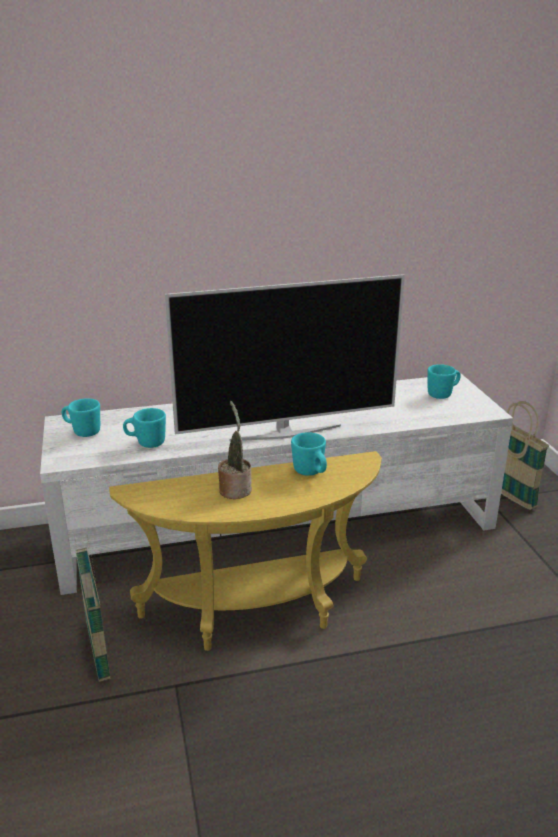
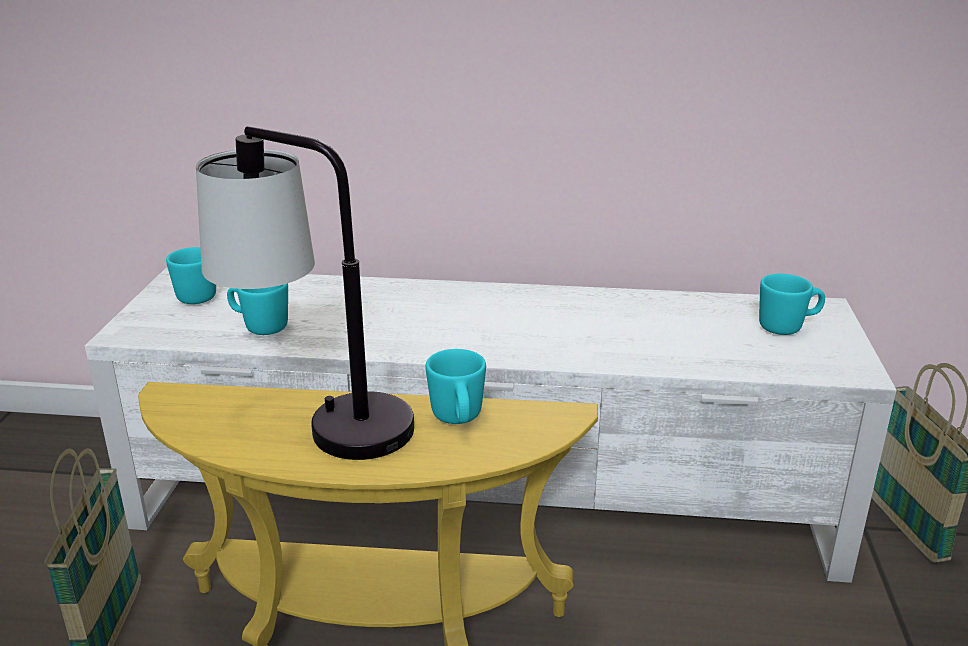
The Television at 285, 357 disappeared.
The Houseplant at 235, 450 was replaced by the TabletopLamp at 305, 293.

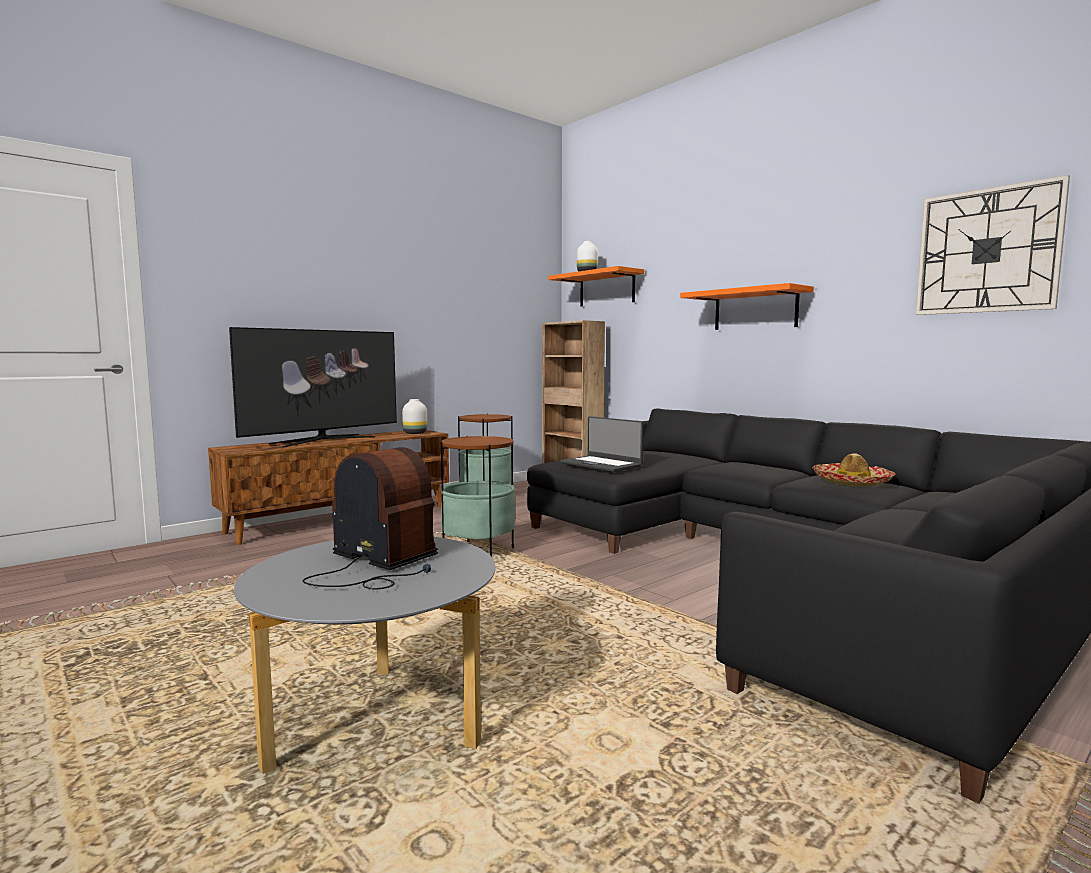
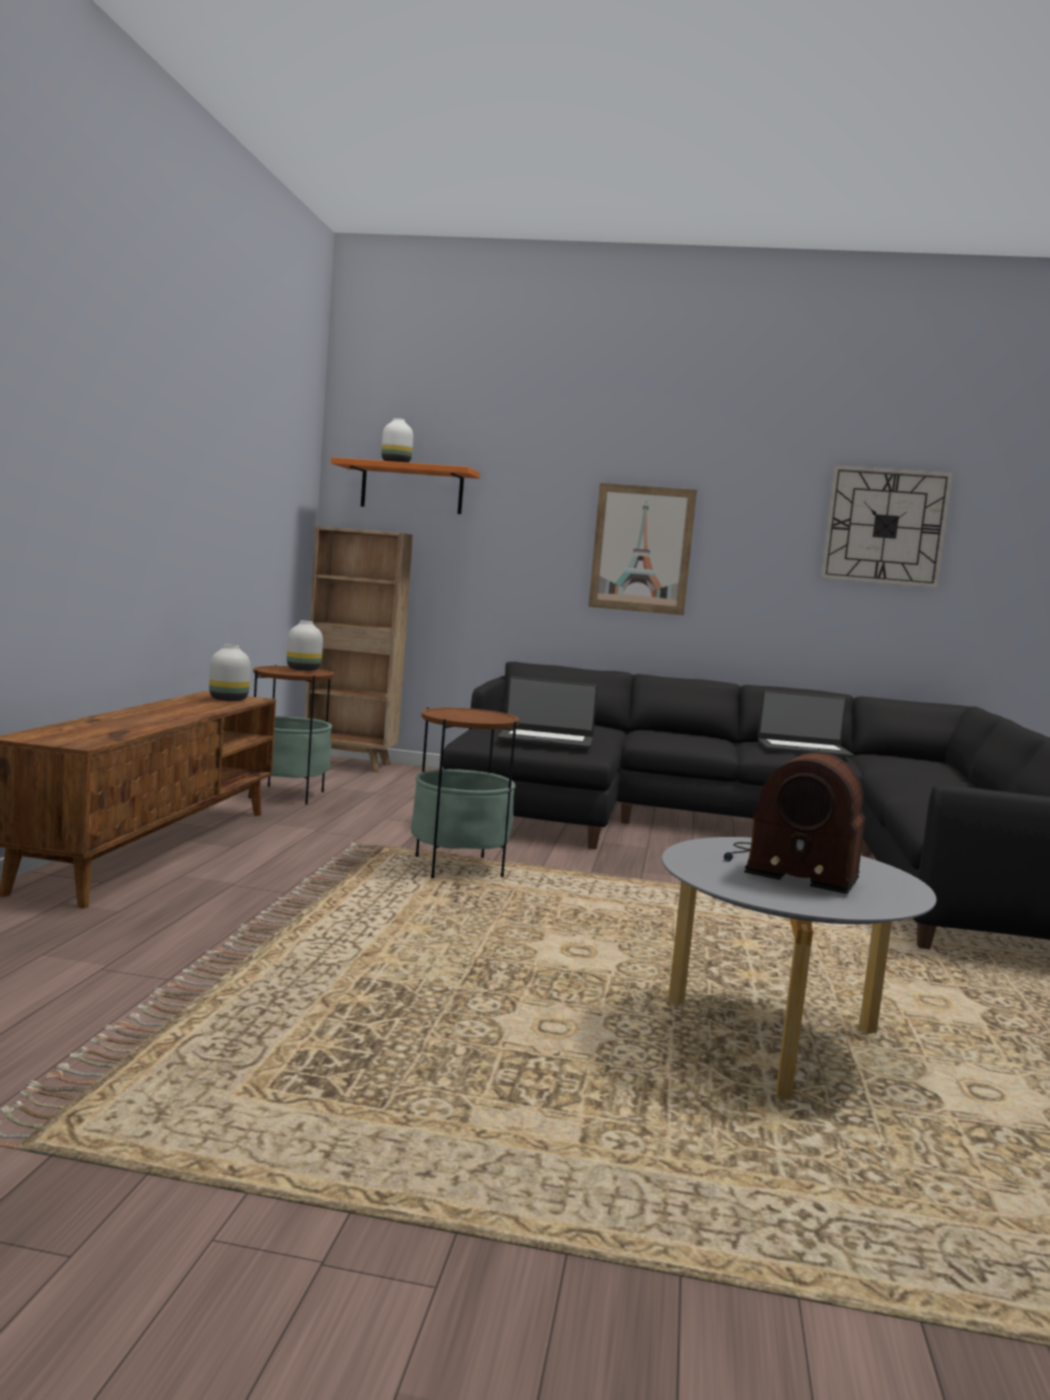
The Television at 313, 387 disappeared.
The WhiteColouredDecorativeVase at 305, 646 appeared.
The OrangeColouredShelf at 747, 306 was replaced by the WallPicture at 642, 549.
The Hat at 854, 470 was replaced by the PortableComputer at 806, 724.
The Radio at 370, 518 turned 150 degrees counterclockwise.

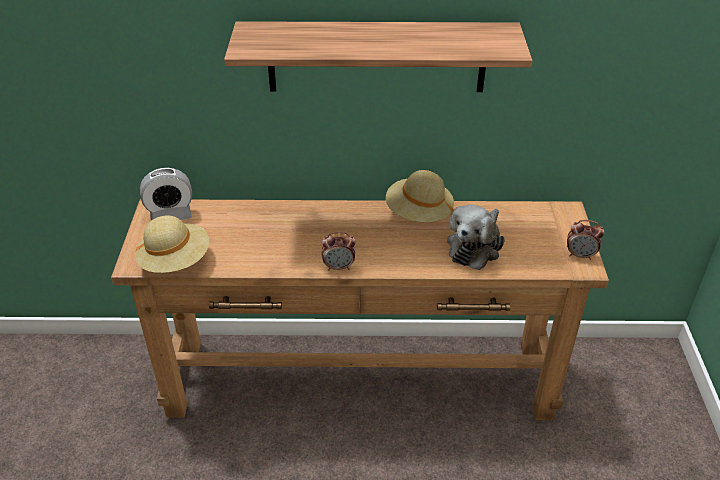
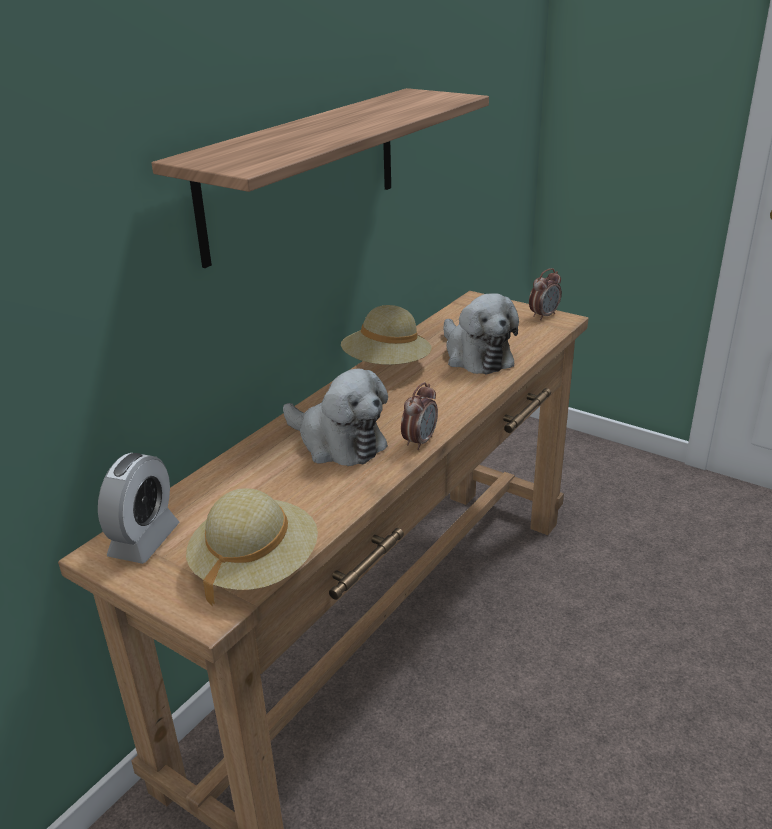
The SoftToy at 335, 417 appeared.

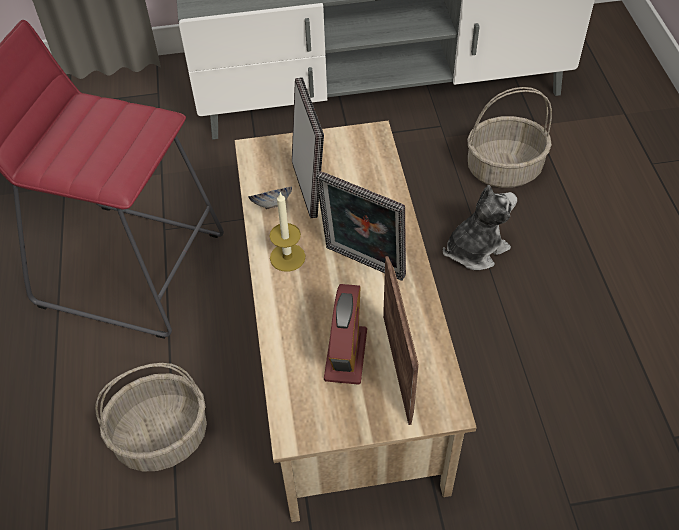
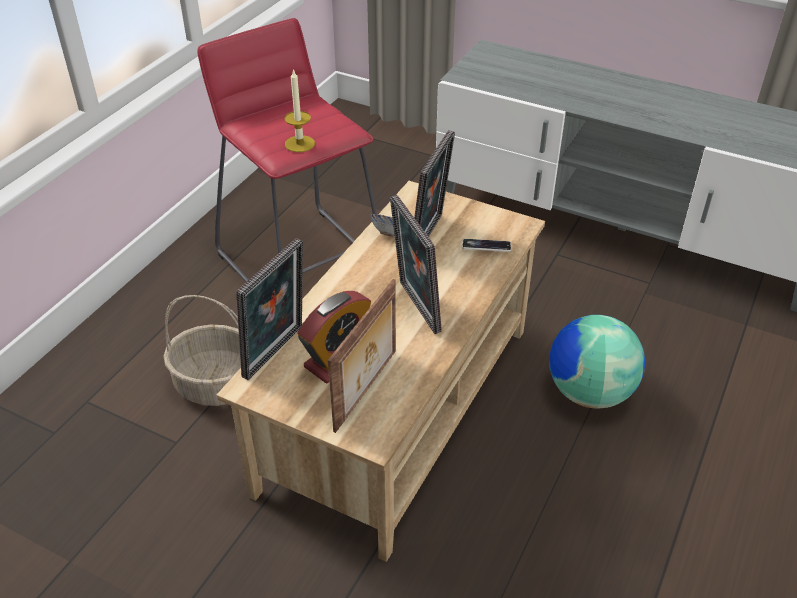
The HouseholdBasket at 509, 137 disappeared.
The PictureFrame at 269, 309 appeared.
The Phone at 486, 245 appeared.
The WaxLight moved from 287, 232 to 299, 110.
The SoftToy at 480, 227 was replaced by the Globe at 597, 361.

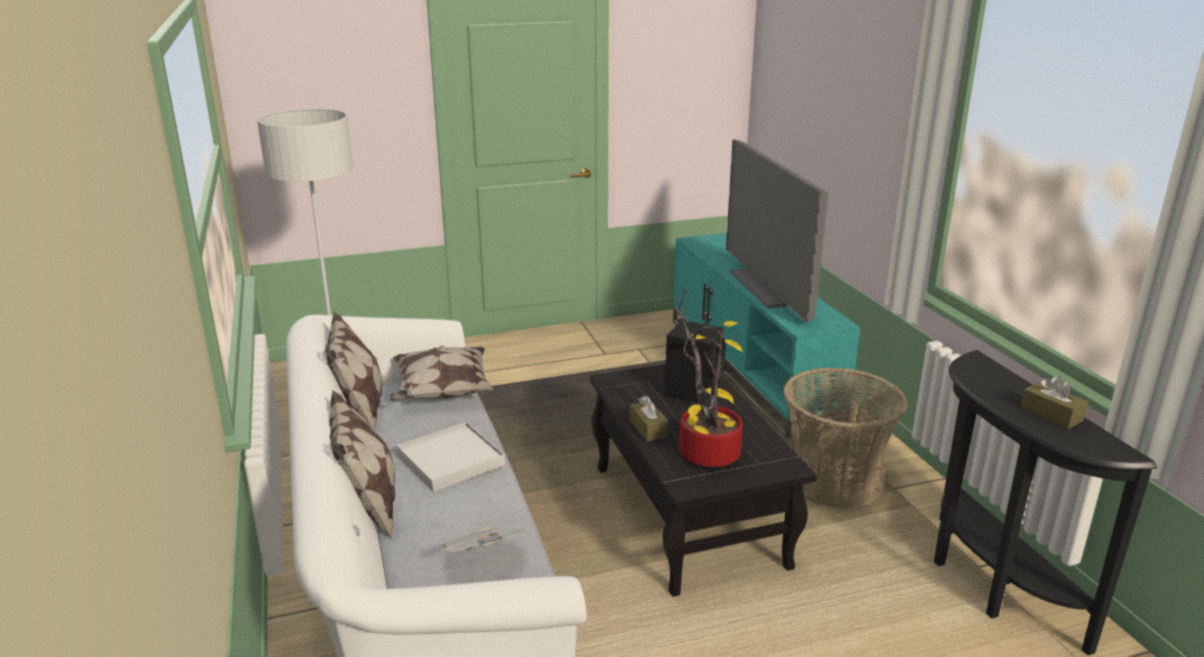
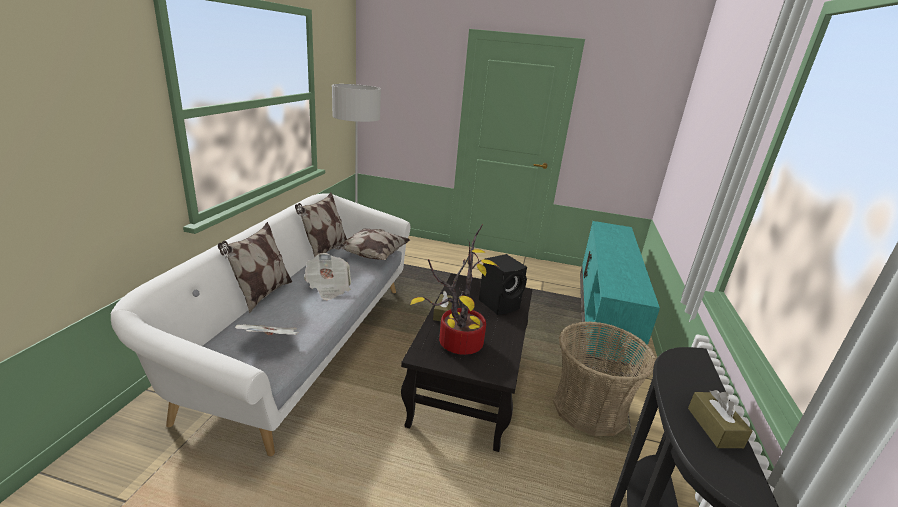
The Television at 777, 230 disappeared.
The WhiteColouredCarryingTray at 451, 457 was replaced by the Newspaper at 327, 276.

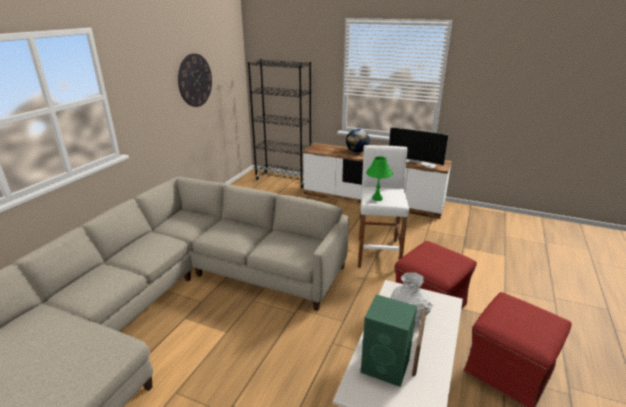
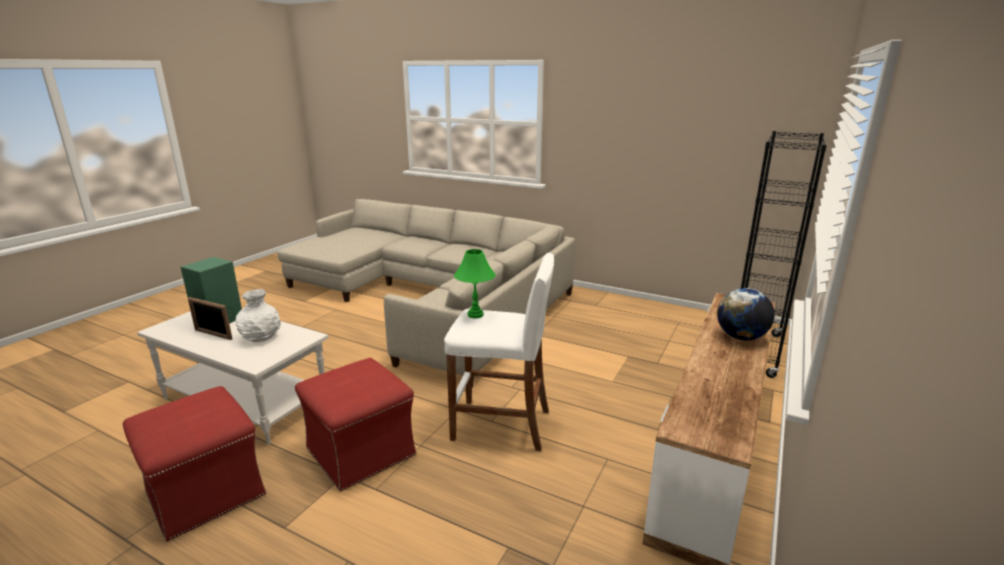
The WallClock at 195, 80 disappeared.
The Television at 419, 148 disappeared.

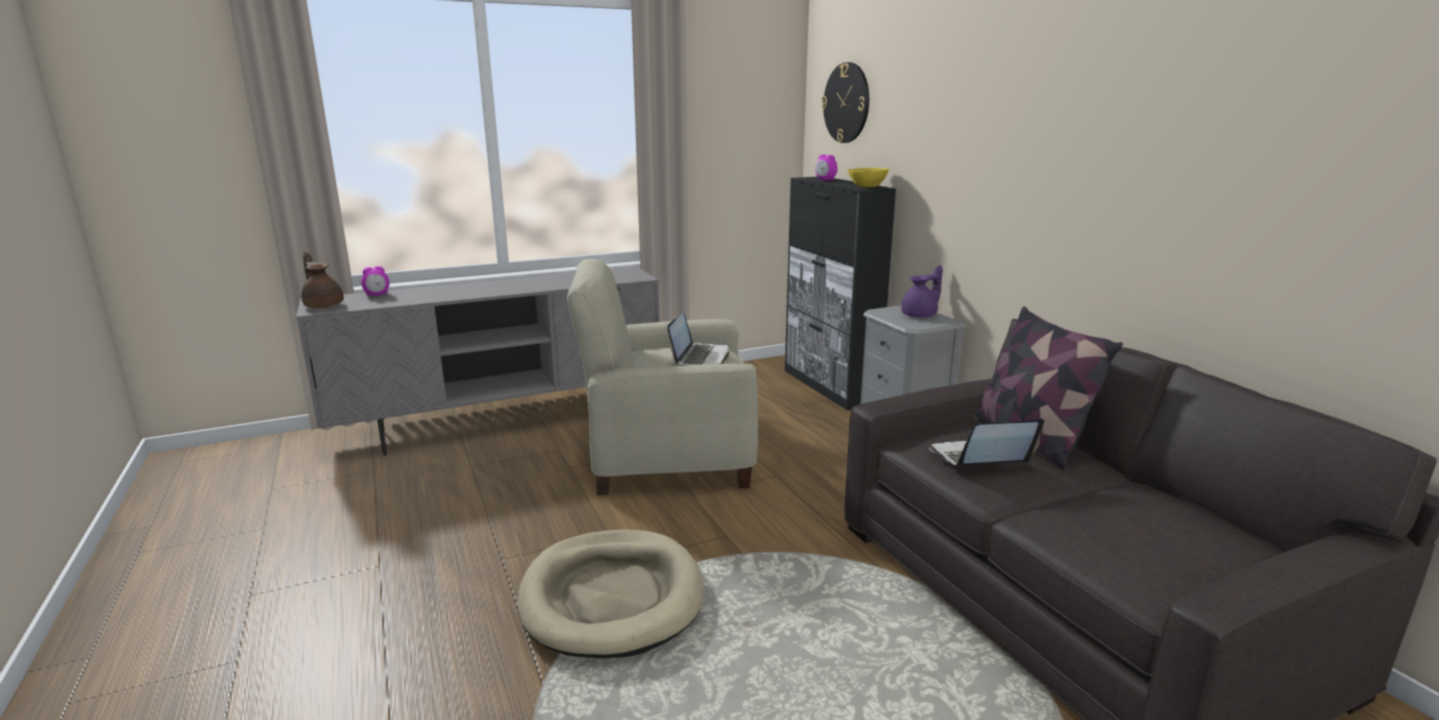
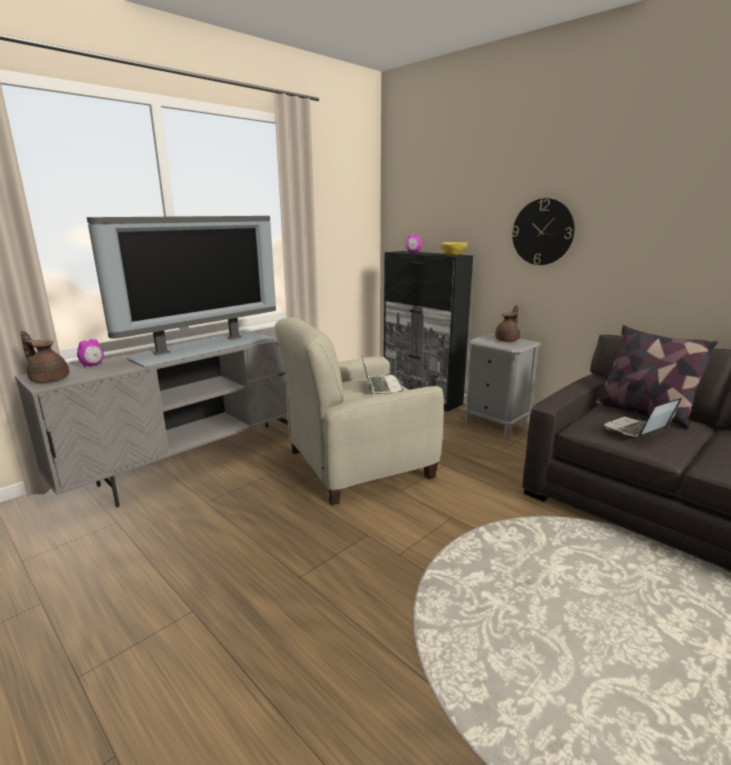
The BeigePetBed at 610, 593 disappeared.
The Television at 181, 292 appeared.
The WallClock moved from 845, 102 to 543, 231.
The PurpleColouredTeaPot at 922, 291 became the BrownTeaPot at 507, 323.

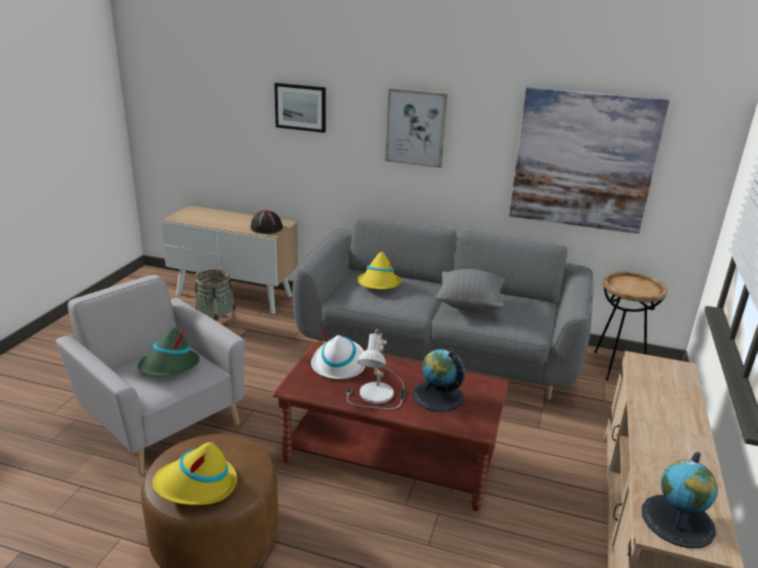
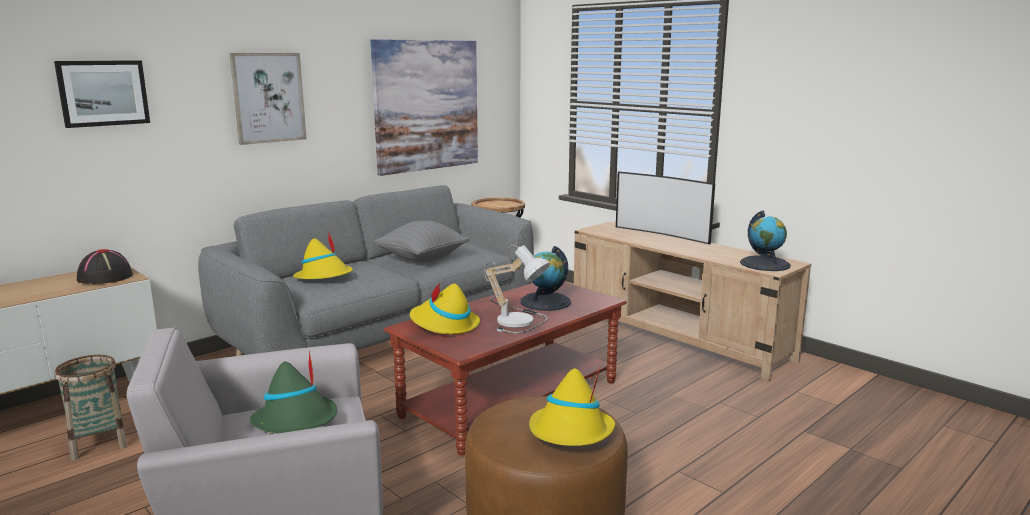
The Television at 665, 207 appeared.
The WhiteColouredHat at 338, 354 became the YellowishHat at 445, 308.

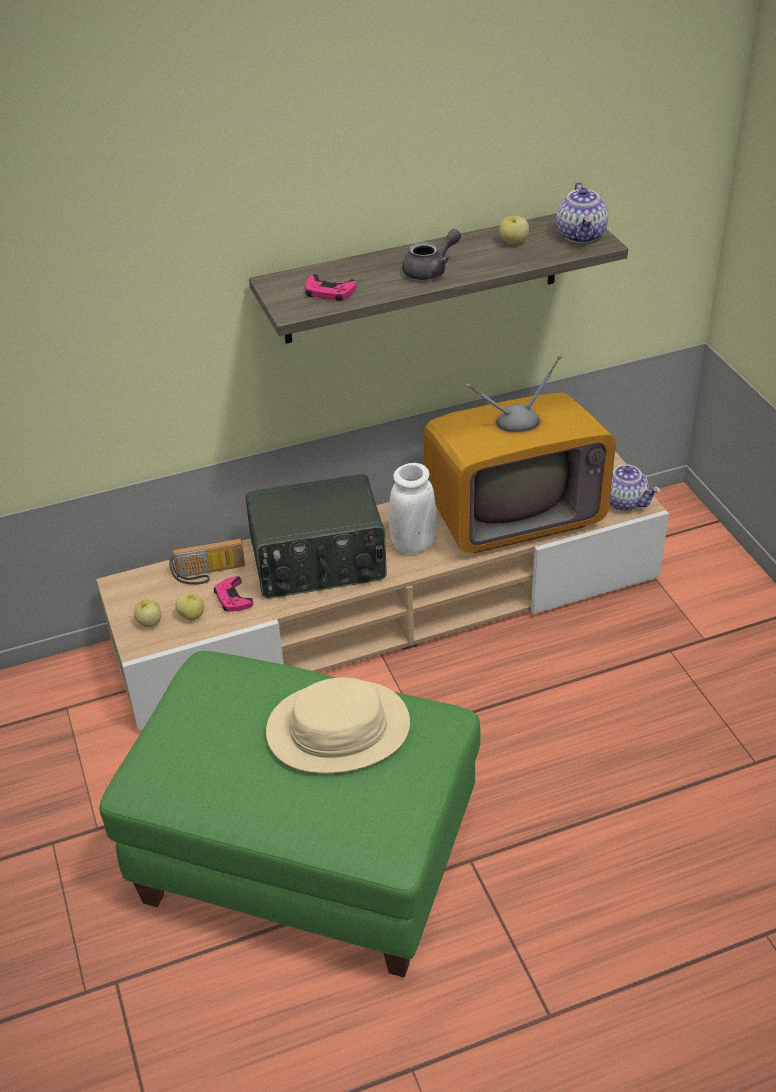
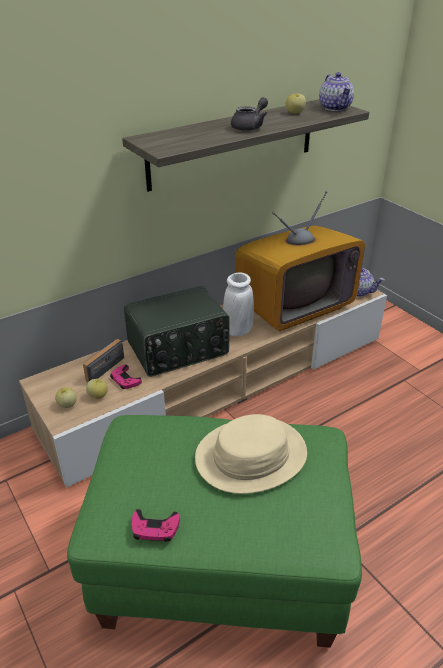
The PinkishGamepad moved from 330, 287 to 155, 525.
The Radio at 207, 561 turned 150 degrees clockwise.

